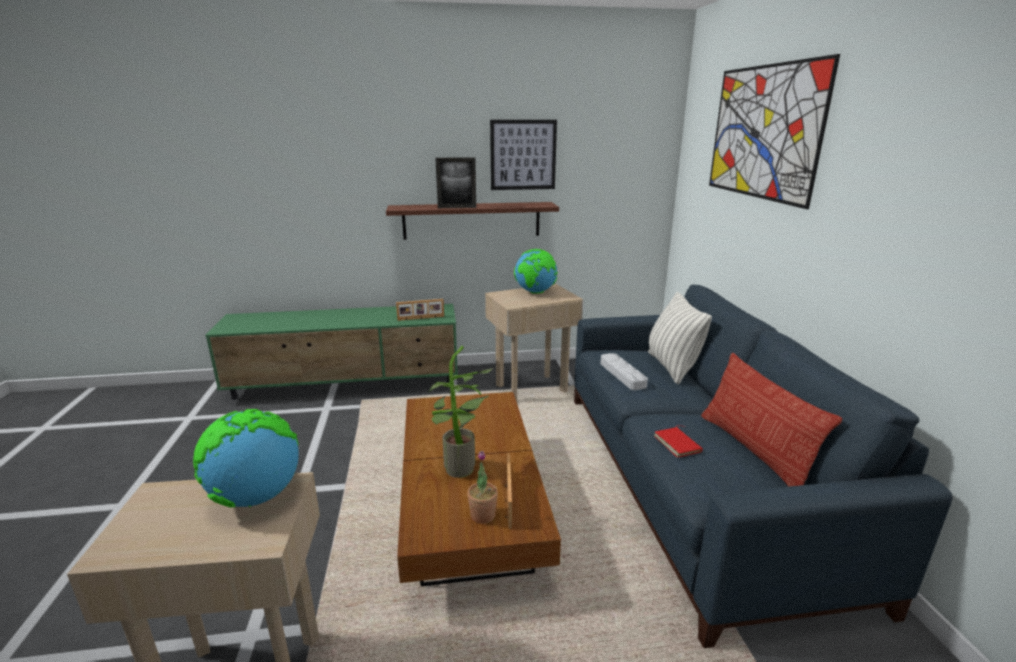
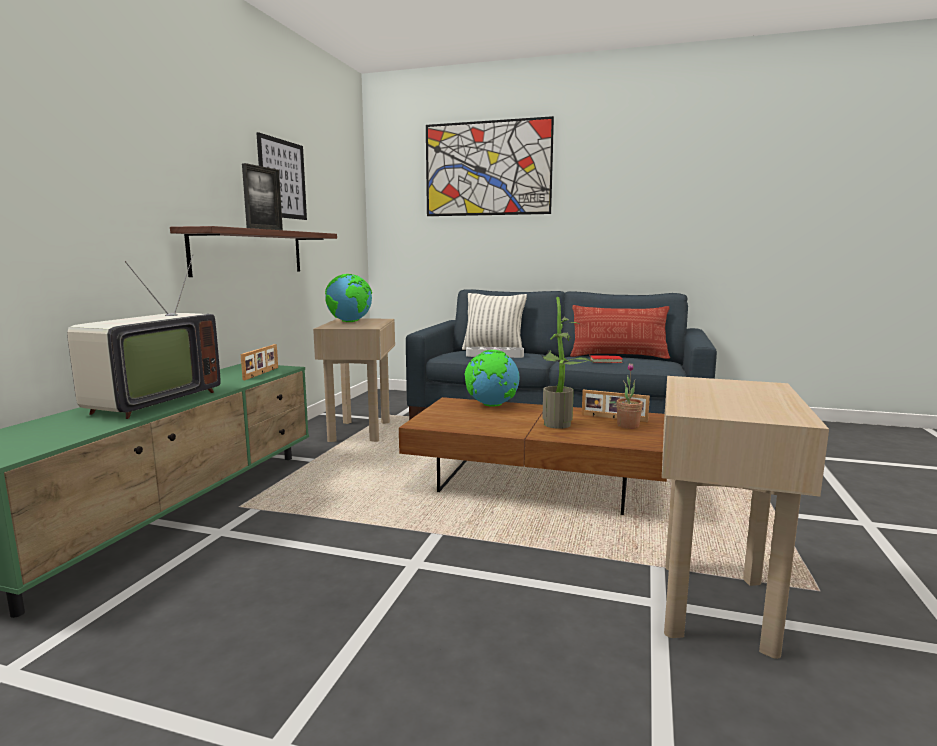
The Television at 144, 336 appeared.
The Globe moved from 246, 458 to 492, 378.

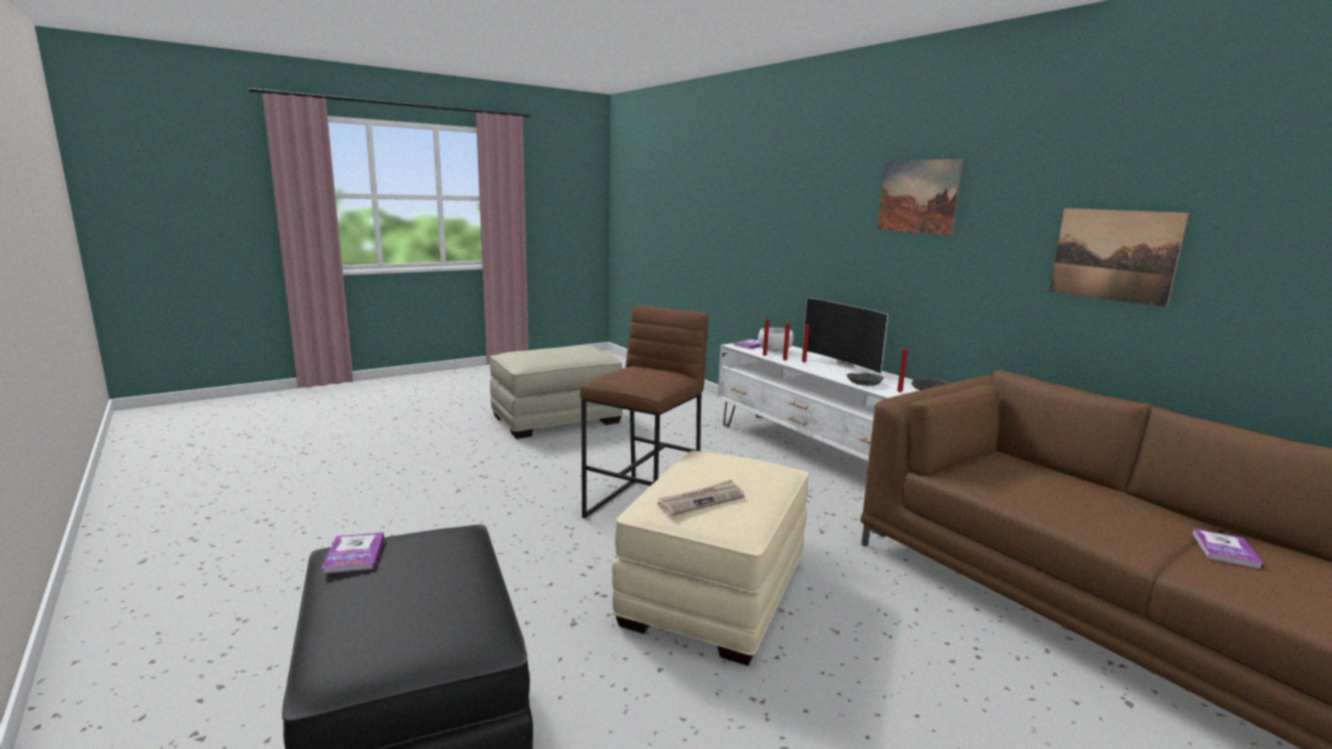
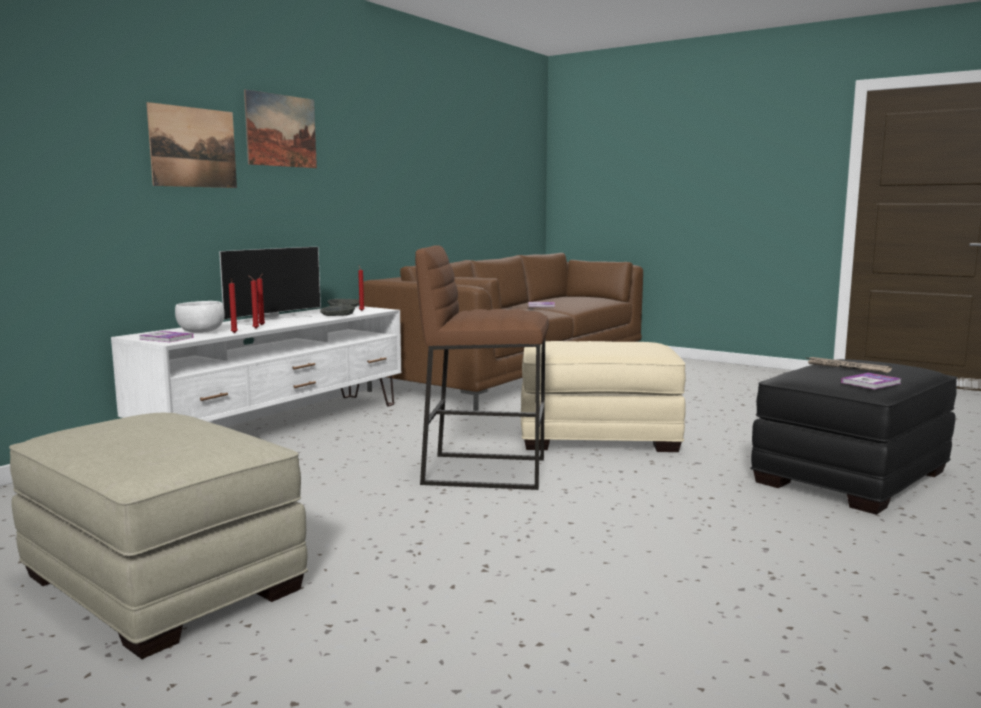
The Newspaper moved from 701, 498 to 848, 365.
The WallPicture moved from 1119, 258 to 191, 145.

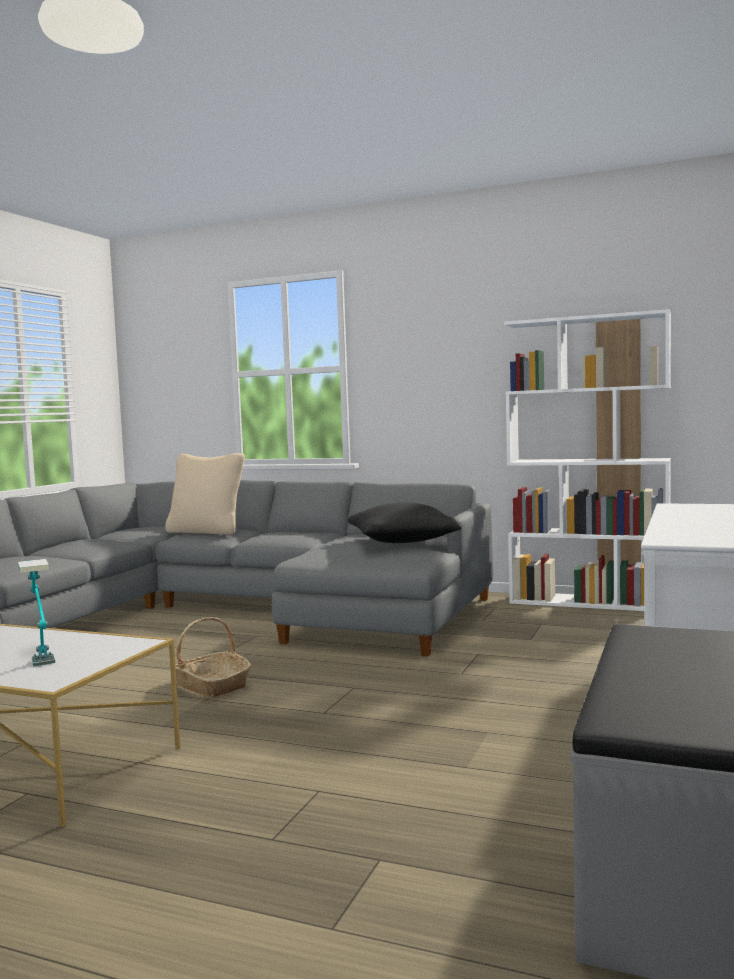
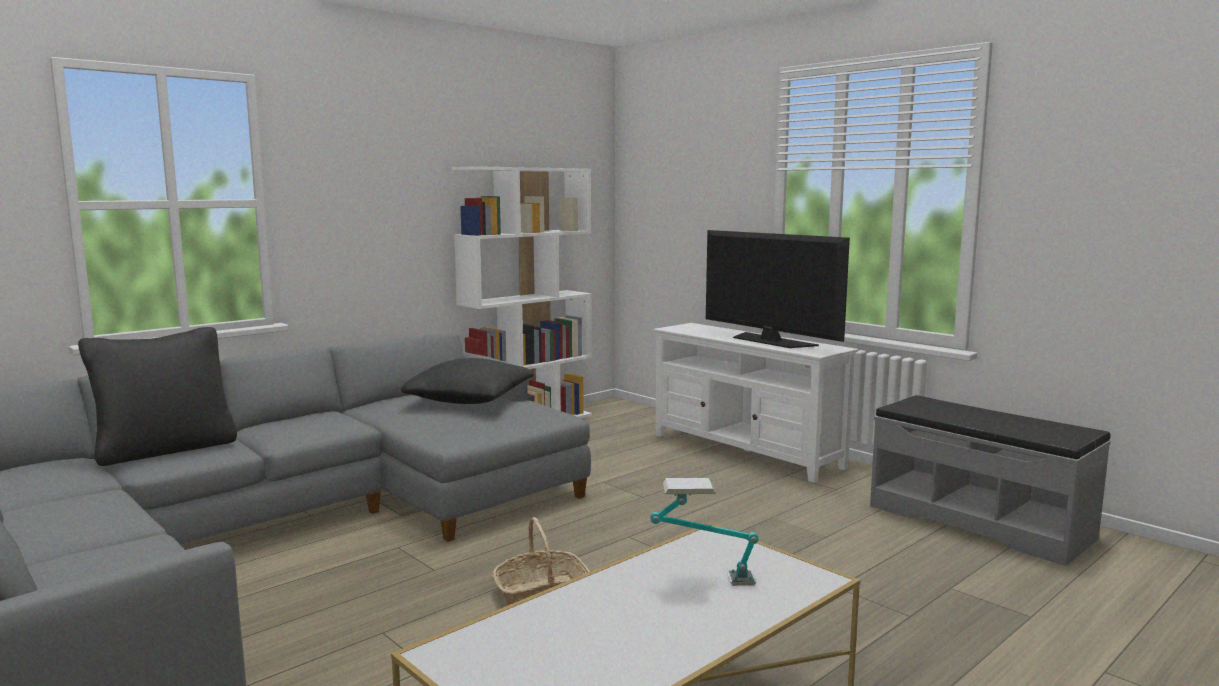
The Television at 778, 289 appeared.
The BeigeCushion at 205, 494 became the BlackCushion at 157, 396.

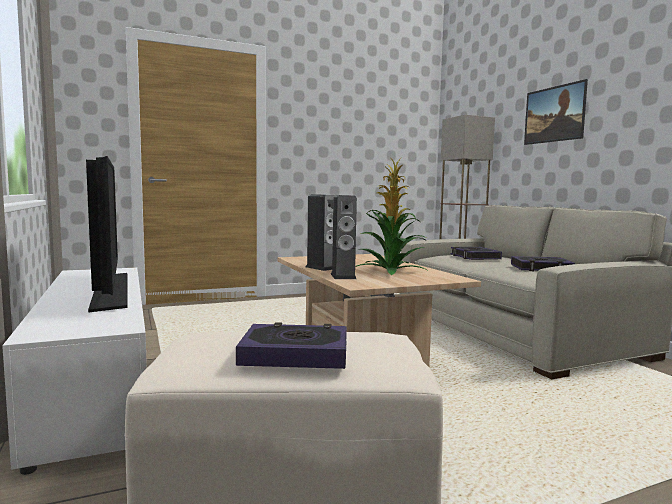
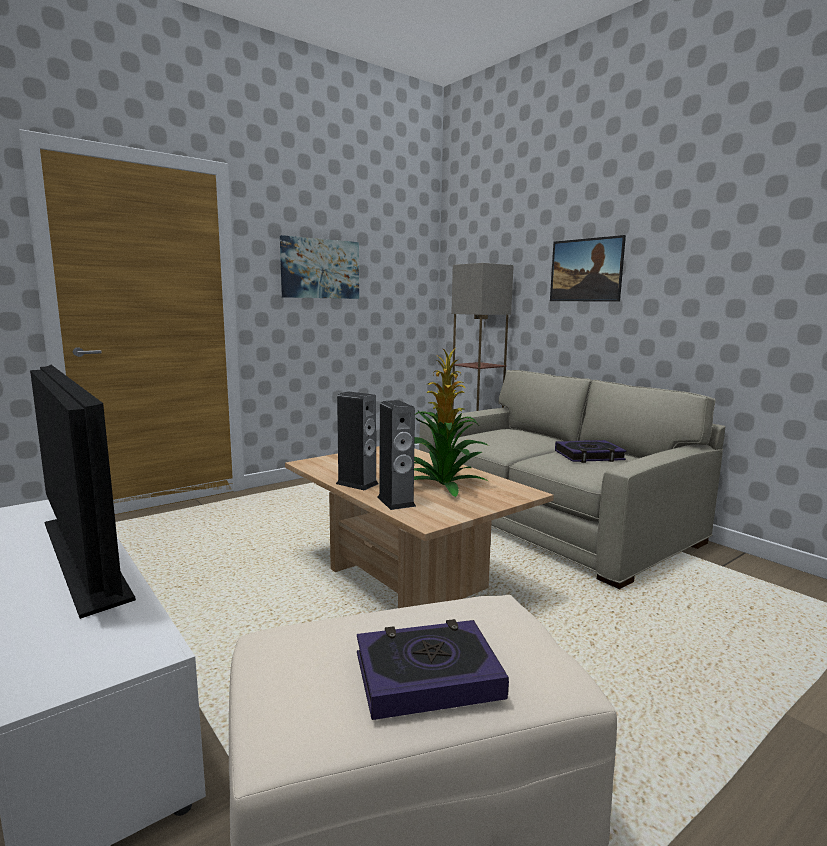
The Volume at 476, 253 disappeared.
The WallPicture at 319, 267 appeared.

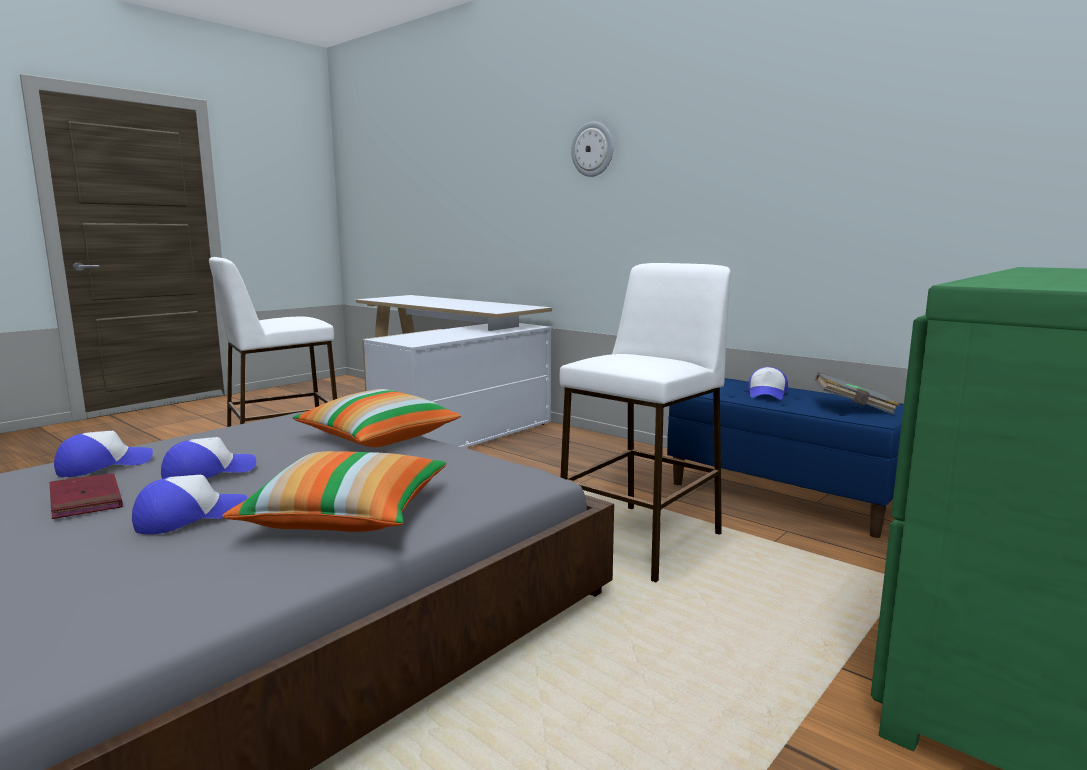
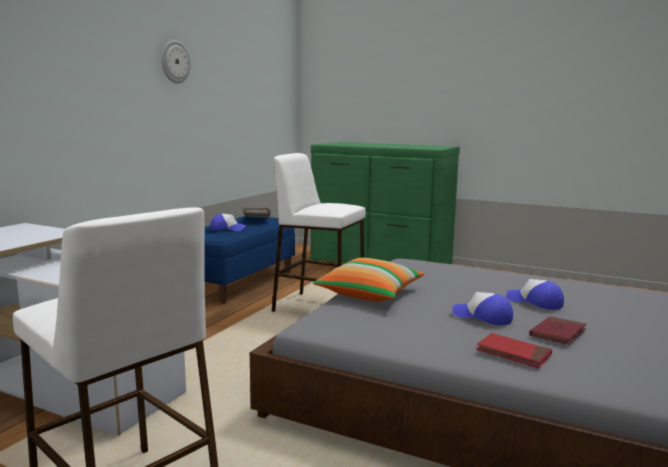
The Cushion at 334, 491 disappeared.
The WallClock moved from 592, 149 to 176, 62.
The Cap at 103, 454 was replaced by the ReddishVolume at 514, 350.

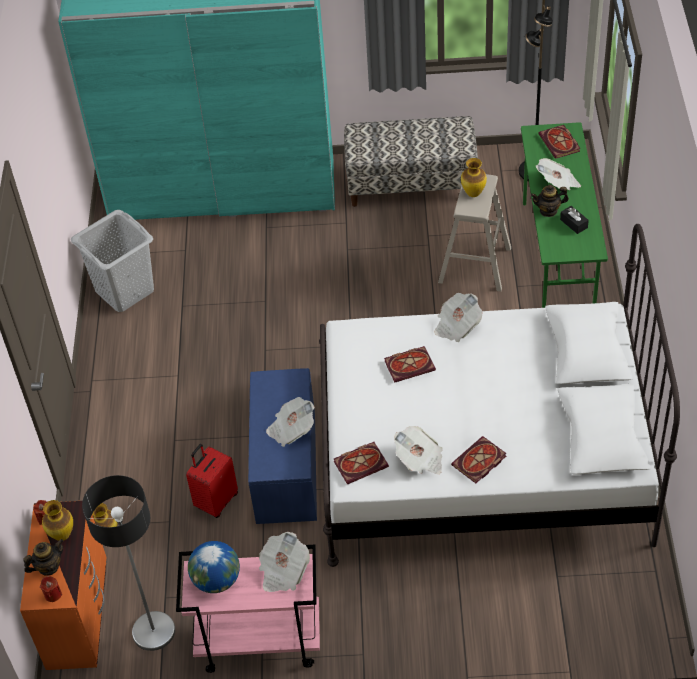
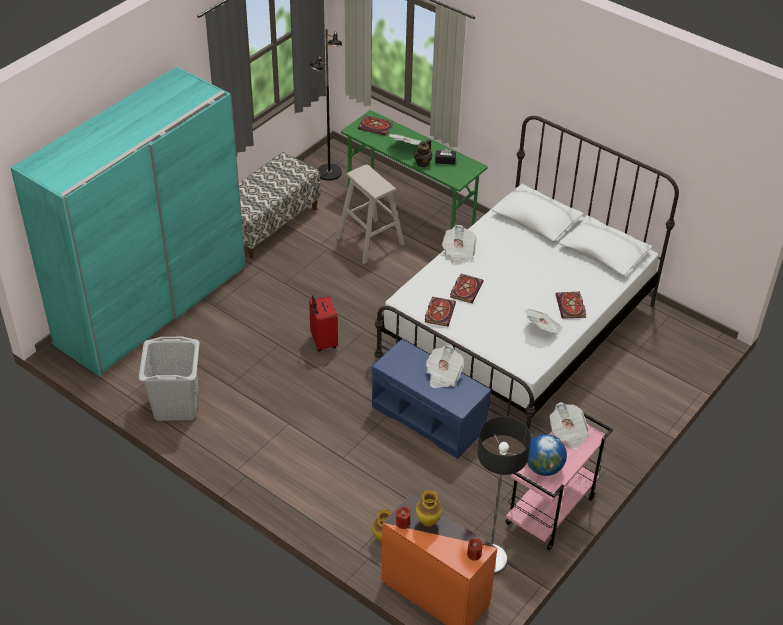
The TeaPot at 43, 557 disappeared.
The DecorativeVase at 474, 177 disappeared.
The ReddishTravelCase moved from 212, 481 to 323, 323.
The Volume moved from 361, 463 to 440, 311.

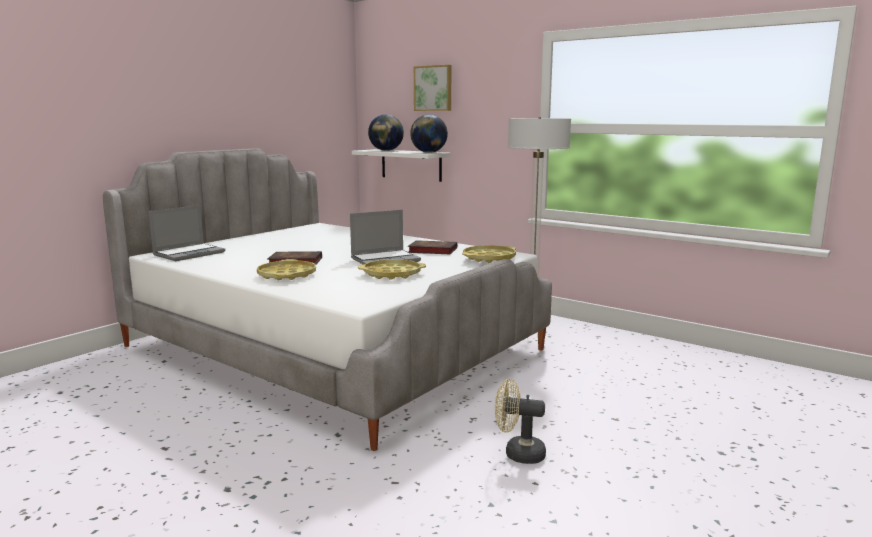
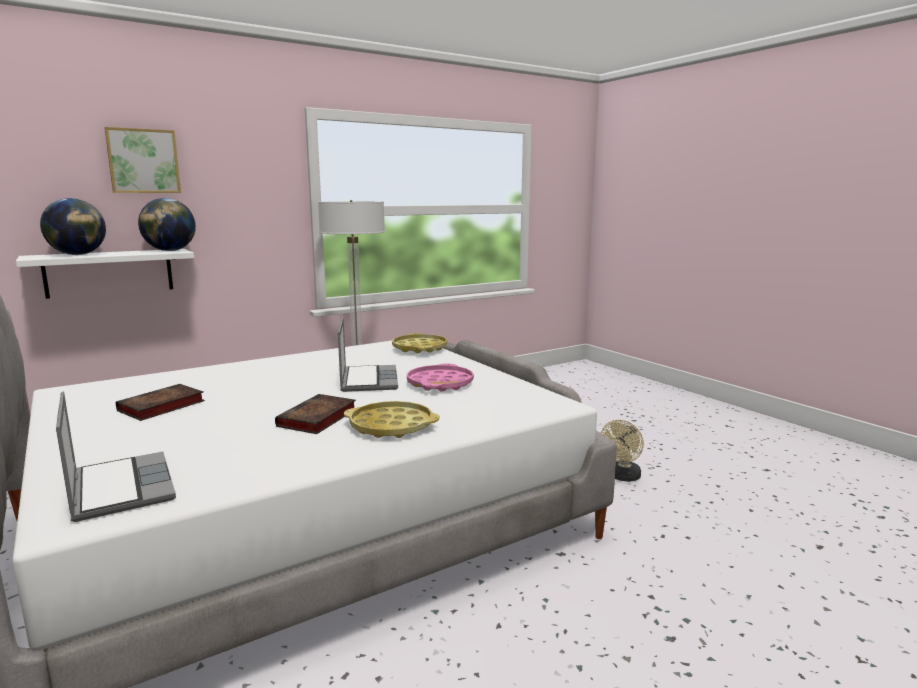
The Volume moved from 432, 247 to 160, 402.
The YellowishCarryingTray at 392, 269 became the PinkishCarryingTray at 440, 377.

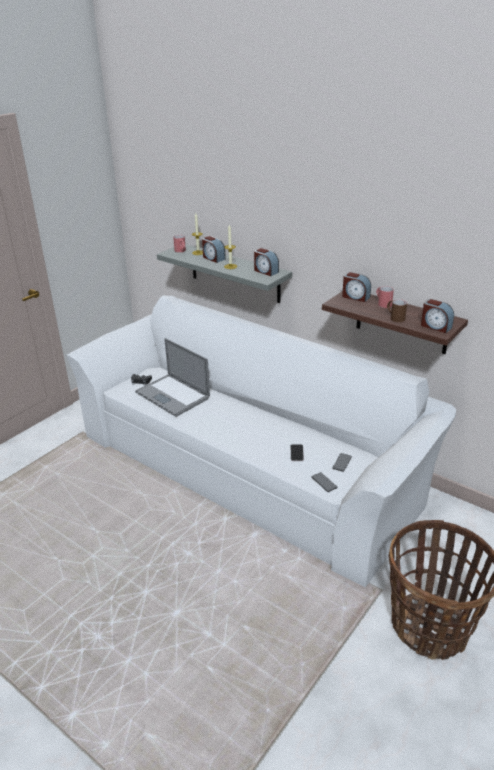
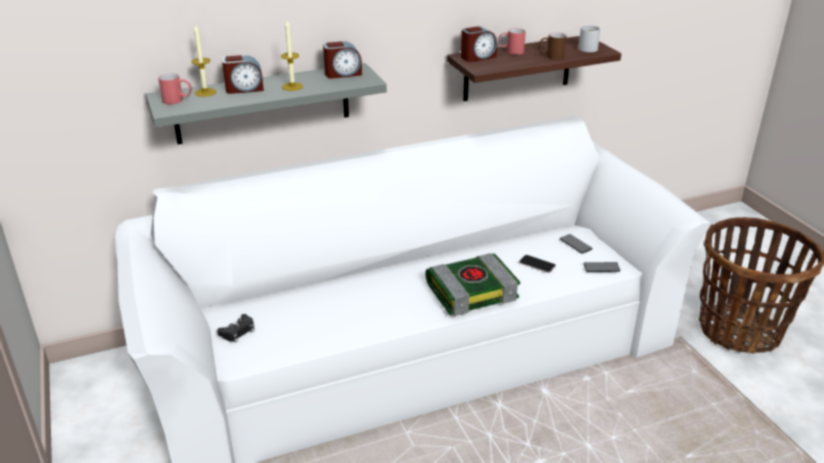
The PortableComputer at 172, 377 disappeared.
The Volume at 472, 284 appeared.
The BedsideClock at 437, 316 was replaced by the WhiteColouredTeaMug at 589, 38.

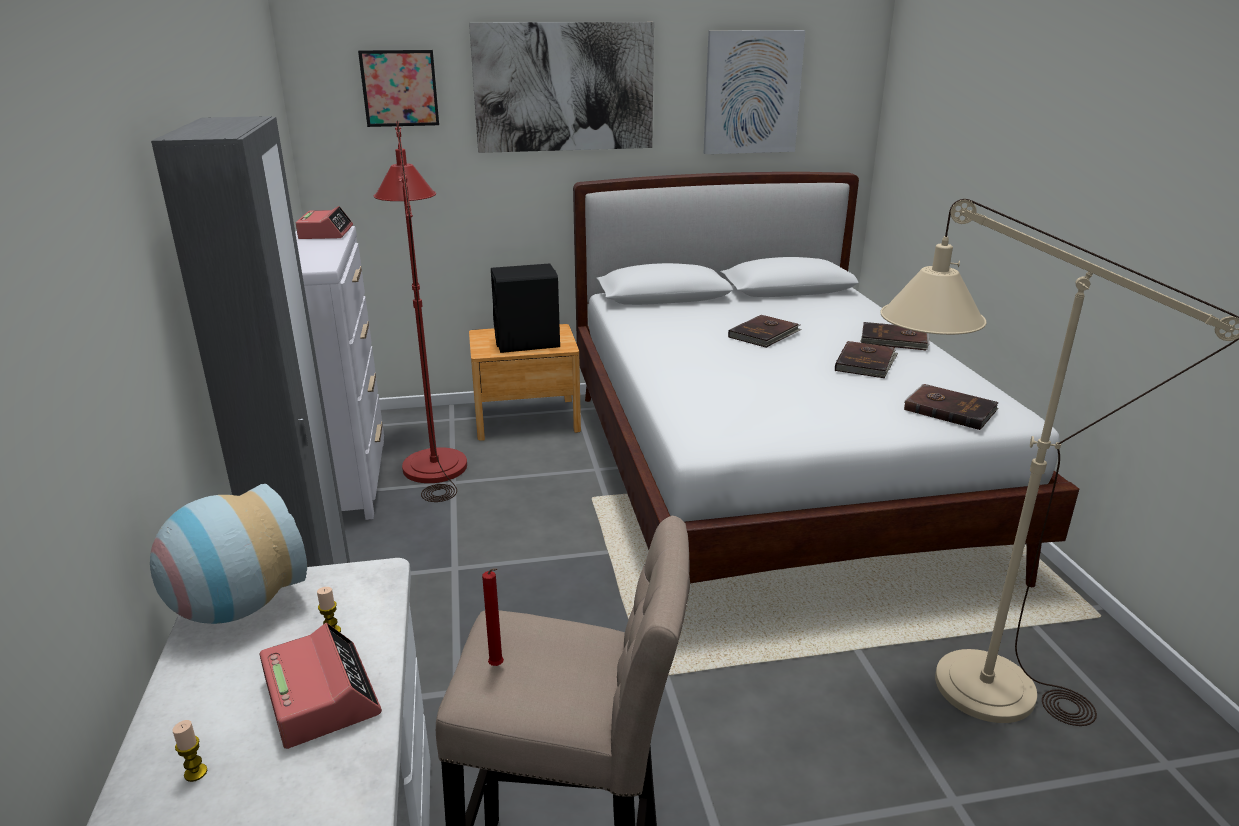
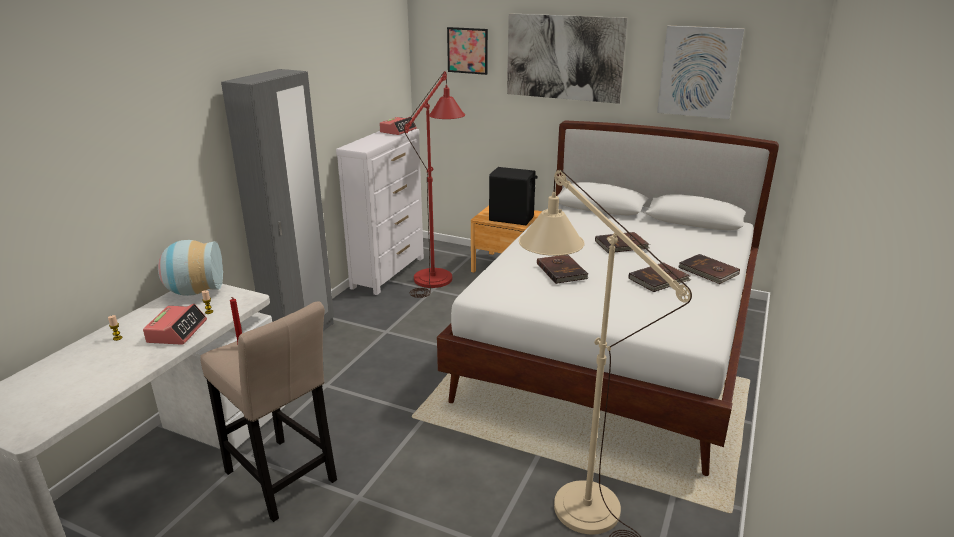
The BrownVolume moved from 951, 407 to 563, 269.

